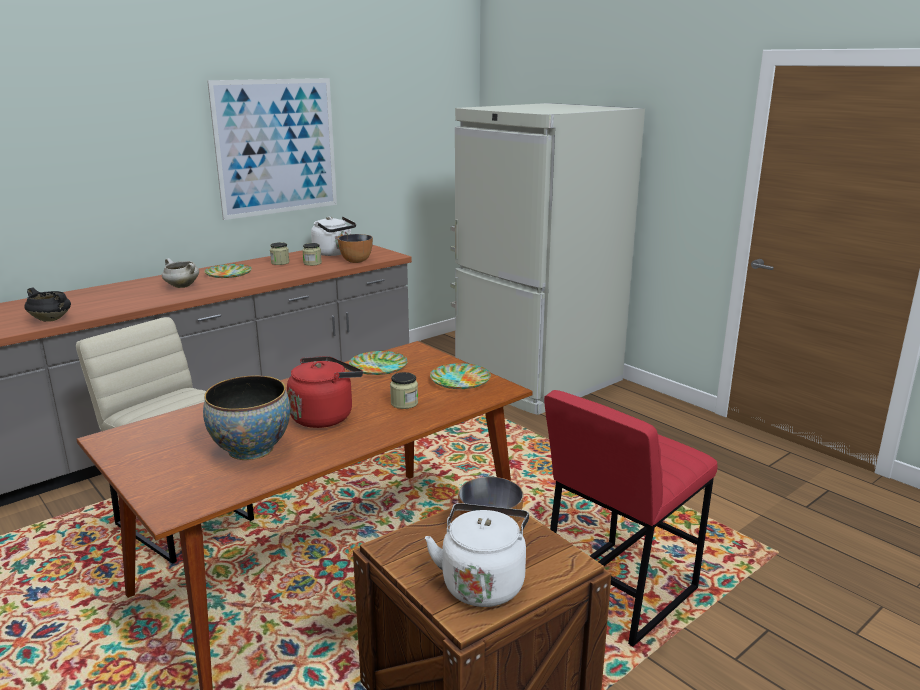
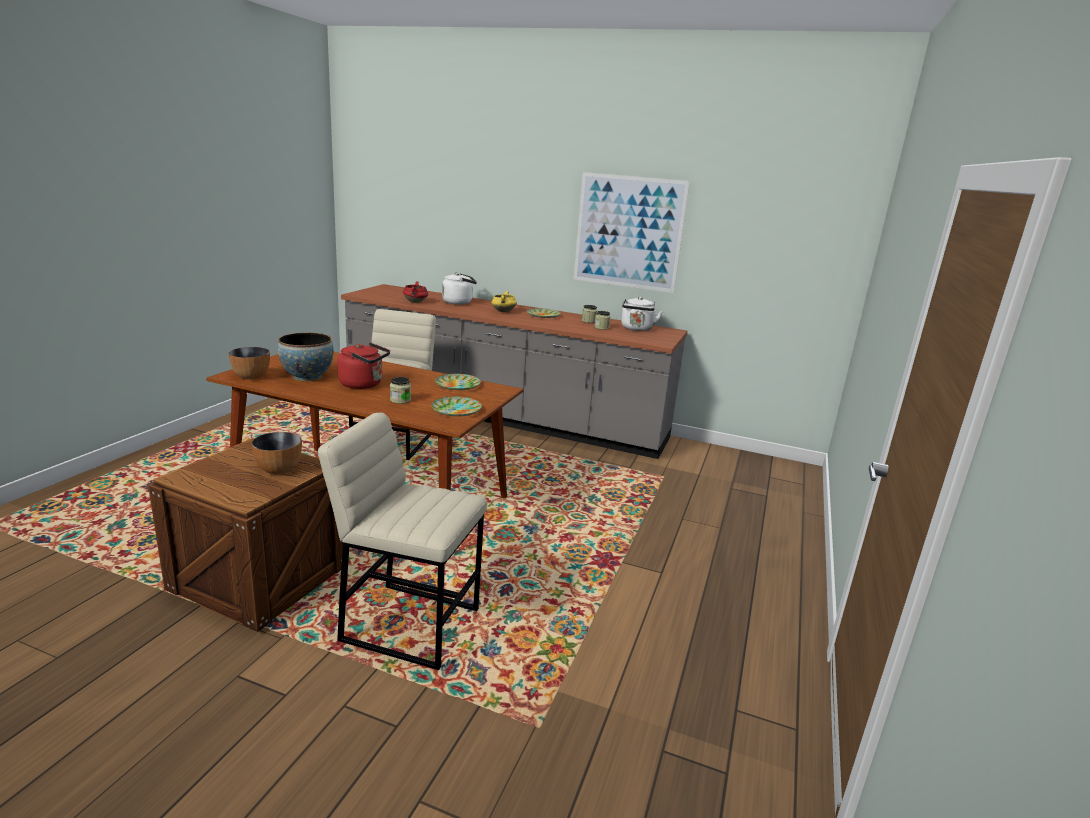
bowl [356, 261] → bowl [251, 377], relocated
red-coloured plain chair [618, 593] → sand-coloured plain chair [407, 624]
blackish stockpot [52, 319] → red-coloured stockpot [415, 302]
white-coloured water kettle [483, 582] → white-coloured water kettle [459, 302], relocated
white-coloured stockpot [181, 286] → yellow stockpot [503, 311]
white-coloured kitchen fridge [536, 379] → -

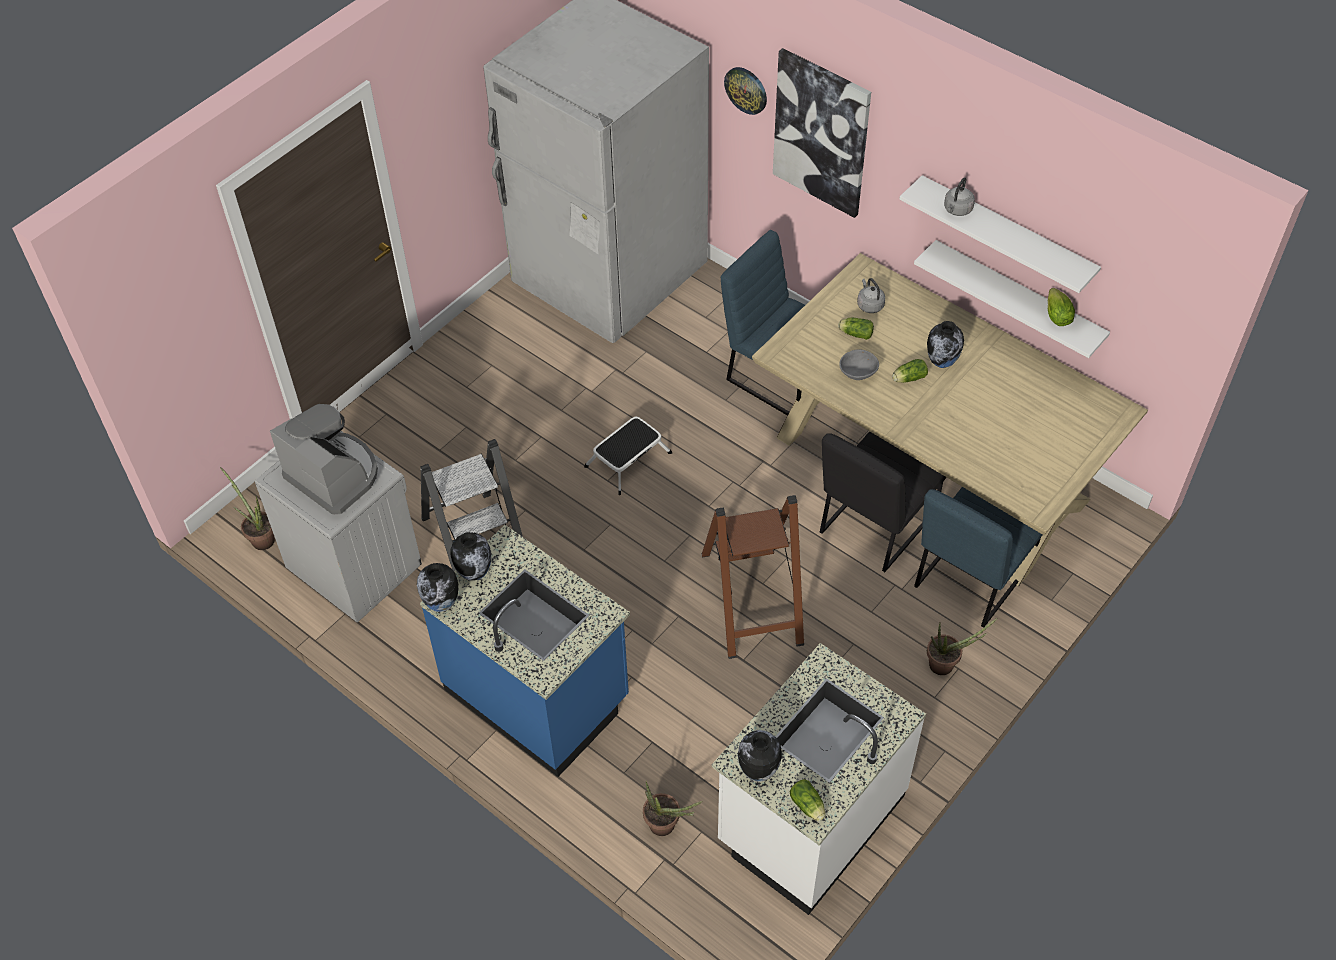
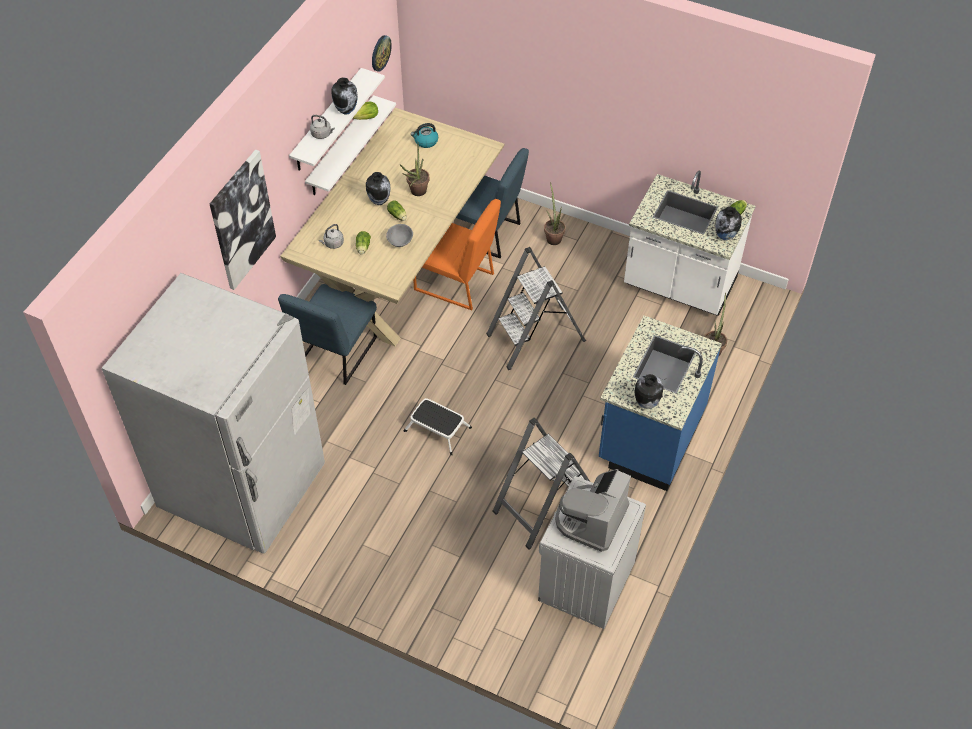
flower vase [442, 604] → flower vase [346, 110], relocated
hanging clock [746, 90] → hanging clock [380, 53], relocated
potted plant [260, 538] → potted plant [416, 193], relocated
- → water kettle [425, 141]
blackish plain chair [875, 523] → orangey plain chair [456, 283]
brown-coloured step ladder [751, 600] → gray step ladder [537, 336]

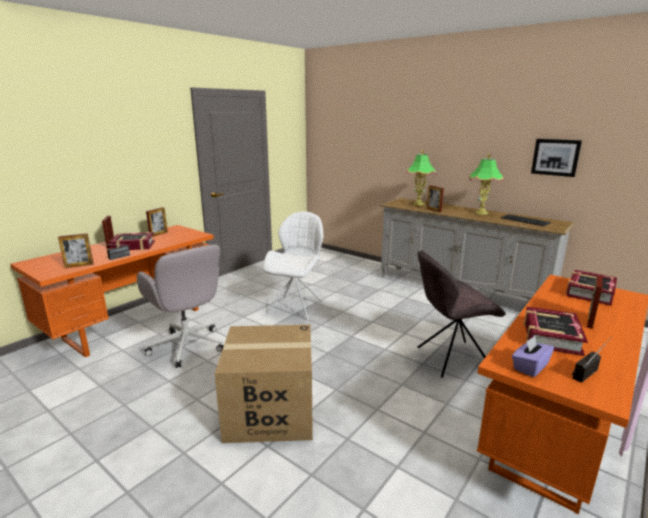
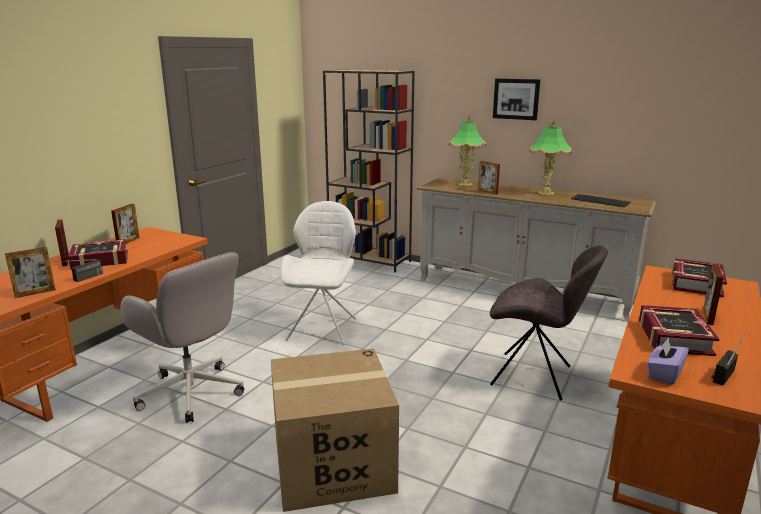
- → shelving unit [370, 260]
gray plain chair [451, 359] → gray plain chair [535, 377], 135 degrees counterclockwise
wall art [555, 157] → wall art [516, 99], relocated

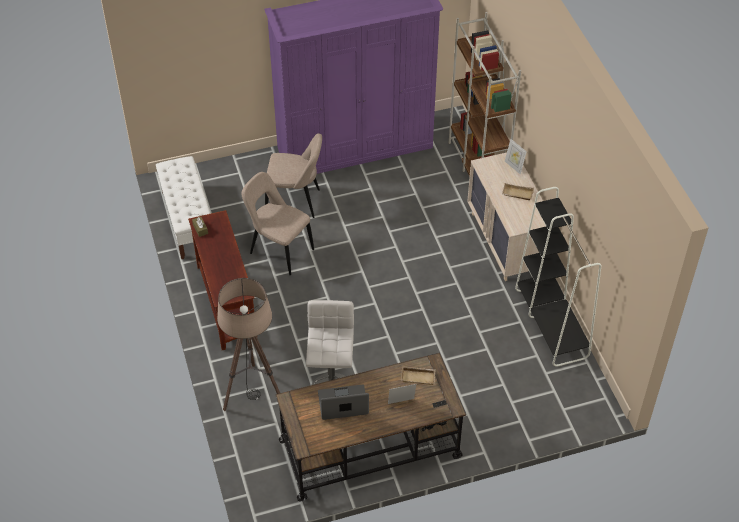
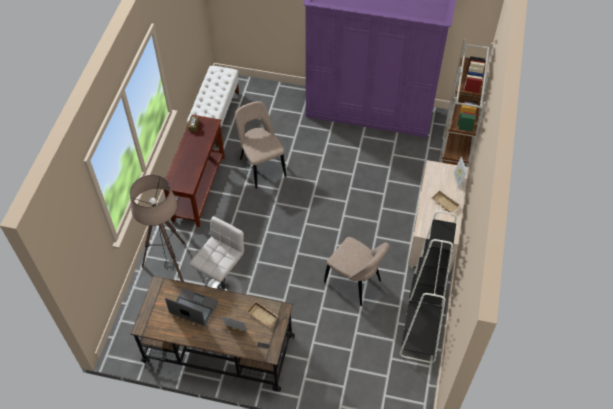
sand-coloured plain chair [295, 202] → sand-coloured plain chair [355, 283], relocated

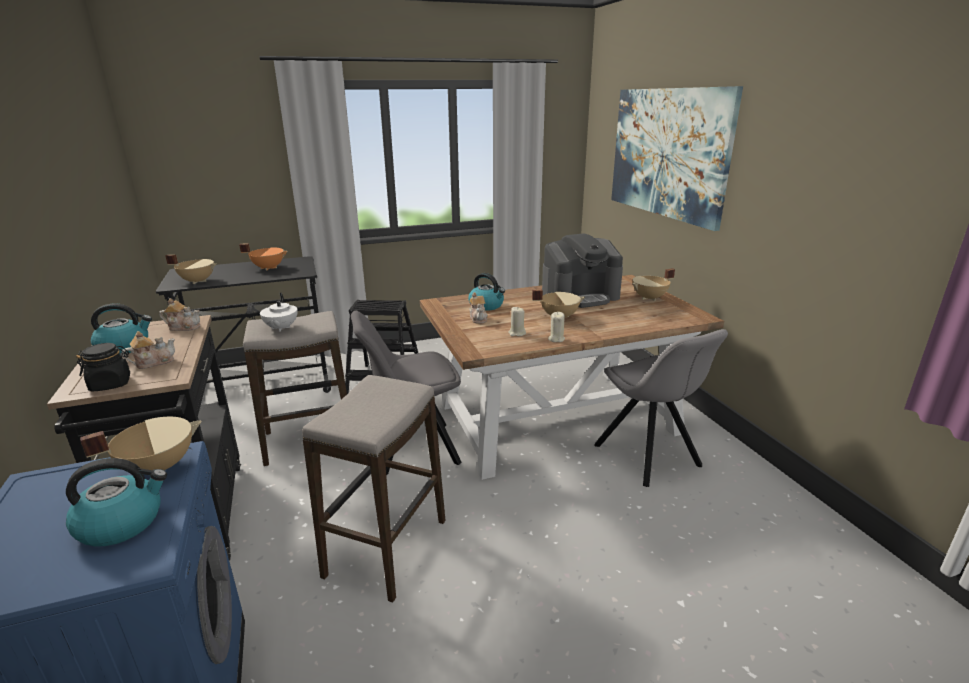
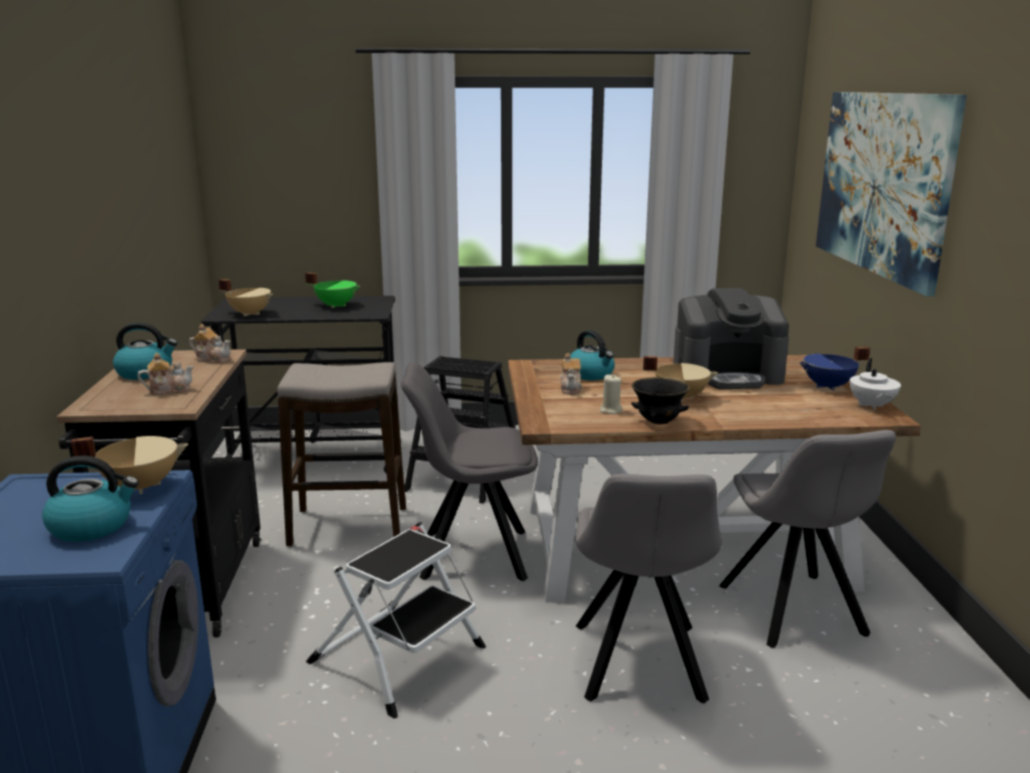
orangey stockpot [268, 268] → greenish stockpot [336, 305]
sitting stool [386, 548] → step ladder [397, 657]
- → gray plain chair [639, 662]
sand-coloured candle [556, 339] → blackish bowl [659, 422]
sand-coloured stockpot [650, 298] → blue-coloured stockpot [828, 386]
white-coloured tea pot [281, 328] → white-coloured tea pot [871, 406], relocated
blackish preserve jar [111, 384] → -

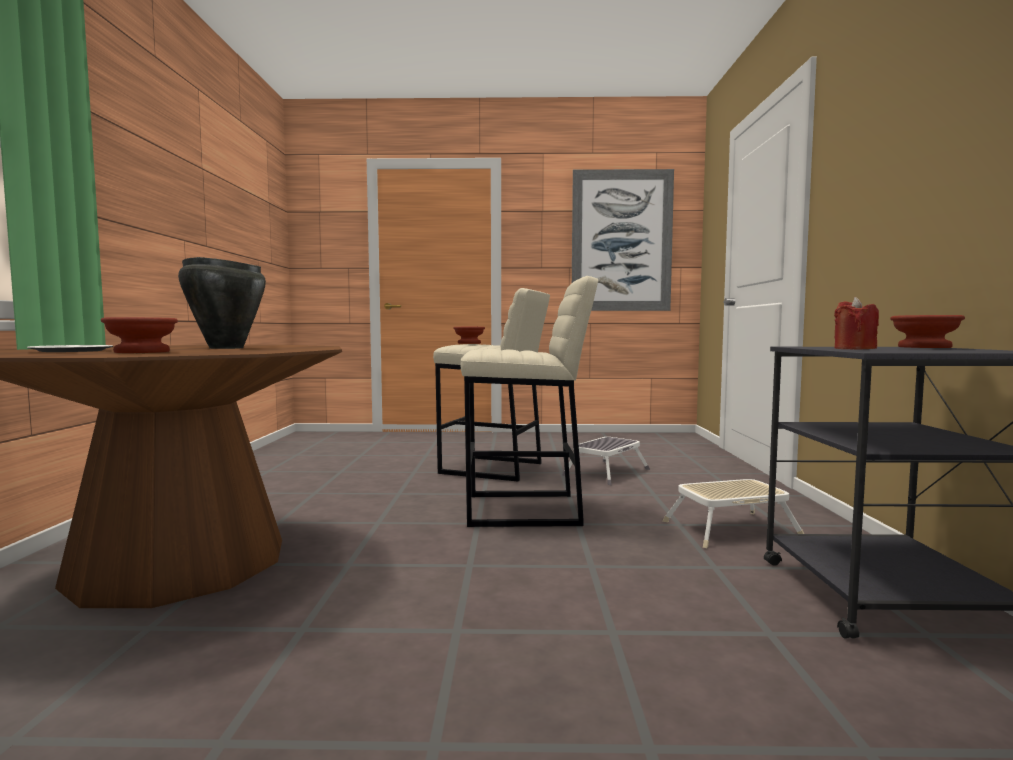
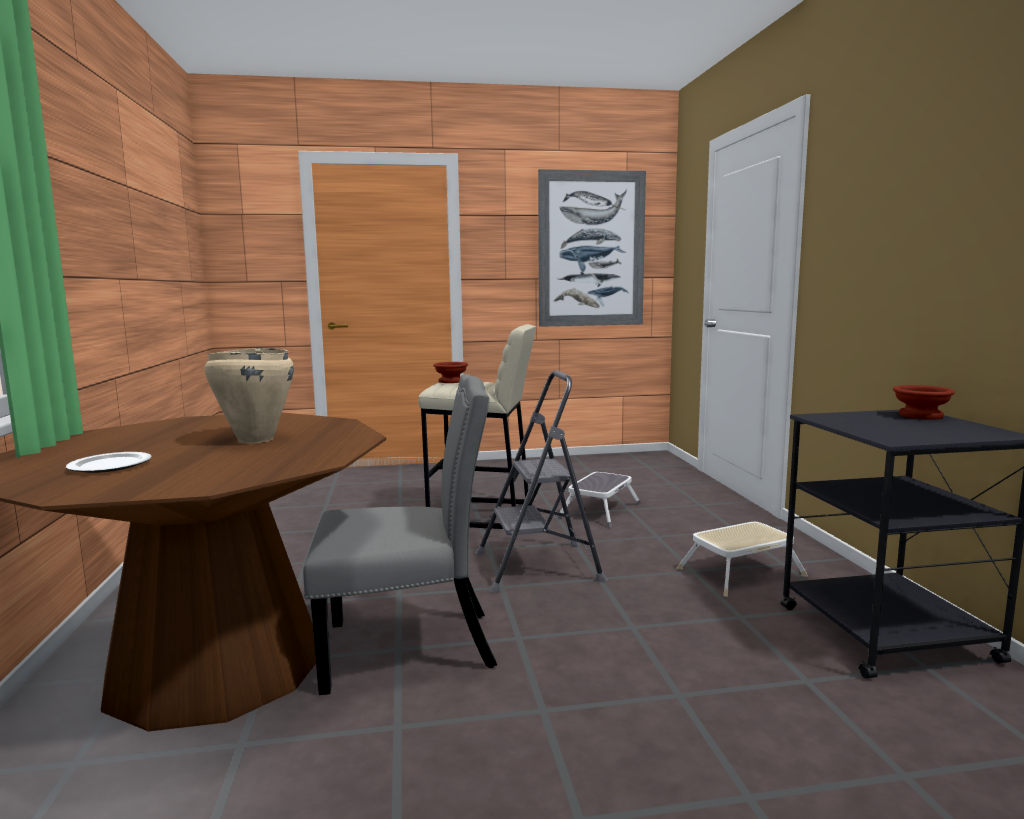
blackish stockpot [225, 348] → sand-coloured stockpot [255, 440]
- → gray plain chair [405, 648]
sand-coloured sitting stool [526, 509] → gray step ladder [542, 565]
brown-coloured bowl [141, 352] → -
red-coloured candle [854, 349] → -

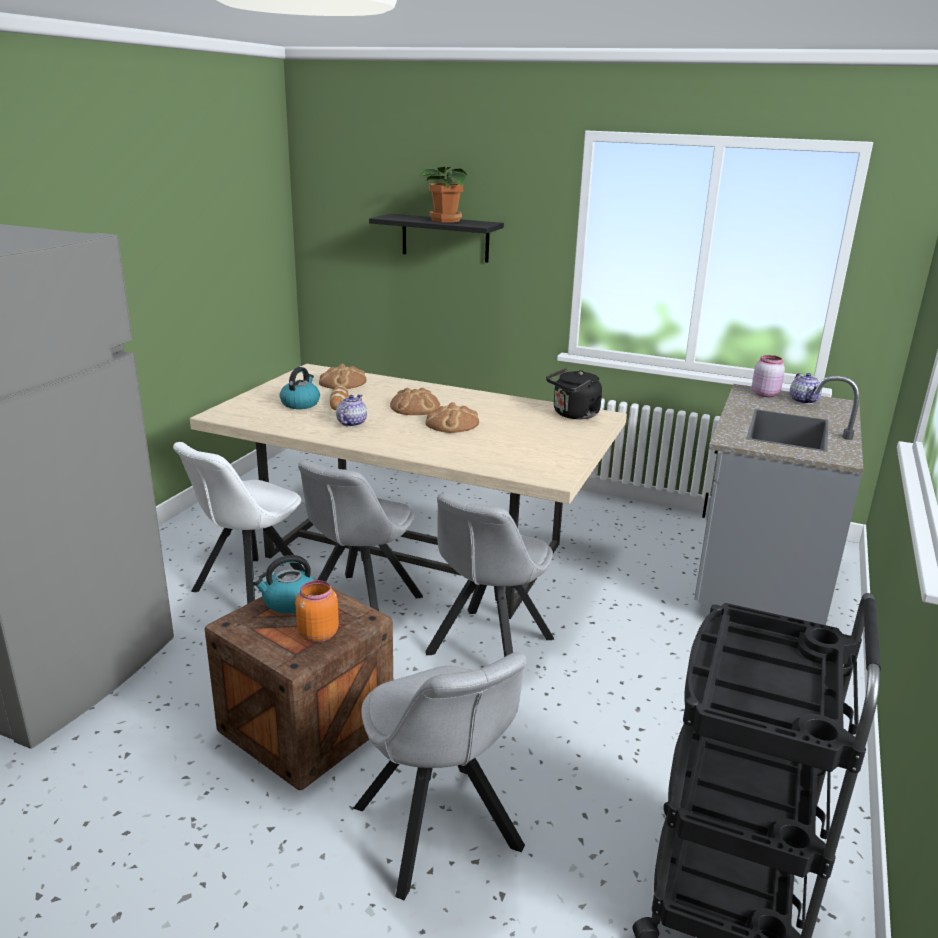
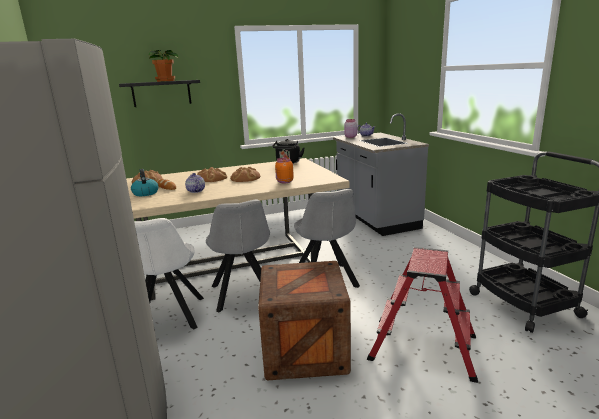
orangey preserve jar [317, 634] → orangey preserve jar [284, 182], relocated
gray plain chair [439, 831] → red-coloured step ladder [423, 347]
water kettle [289, 602] → -

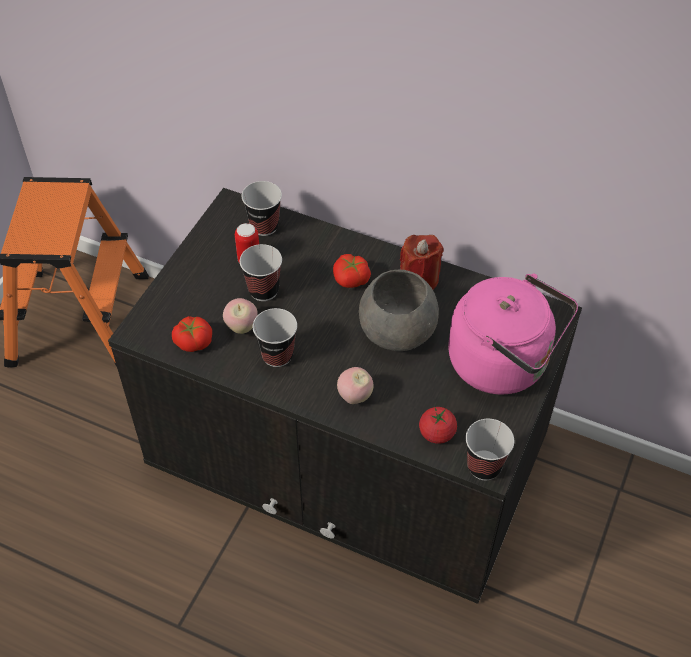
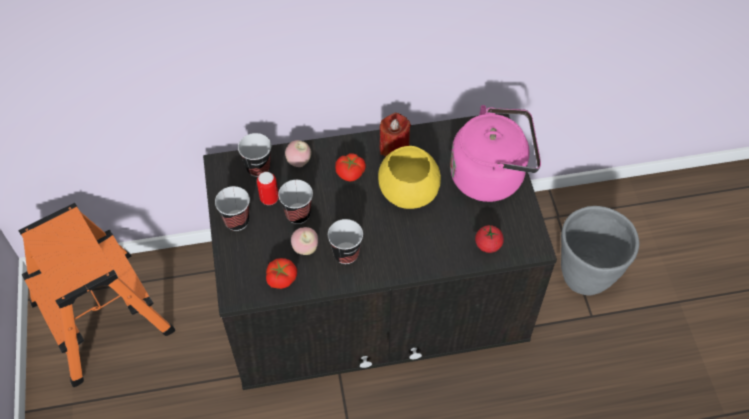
drinking cup [484, 466] → drinking cup [237, 221], relocated
apple [355, 396] → apple [299, 162], relocated
gray bowl [397, 331] → yellow bowl [409, 192]
- → gray flower pot [585, 276]

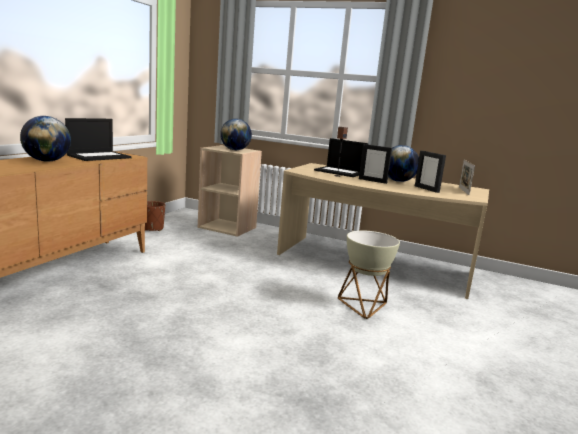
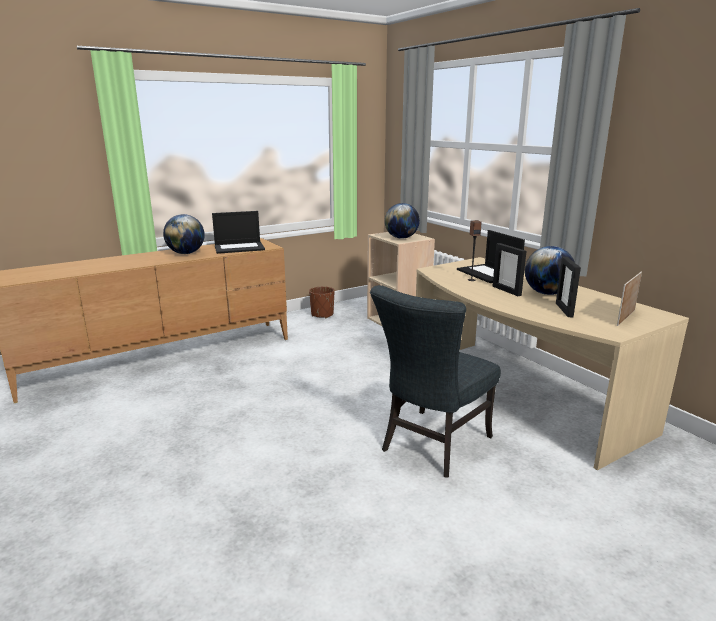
flower pot [362, 307] → gray plain chair [431, 445]

